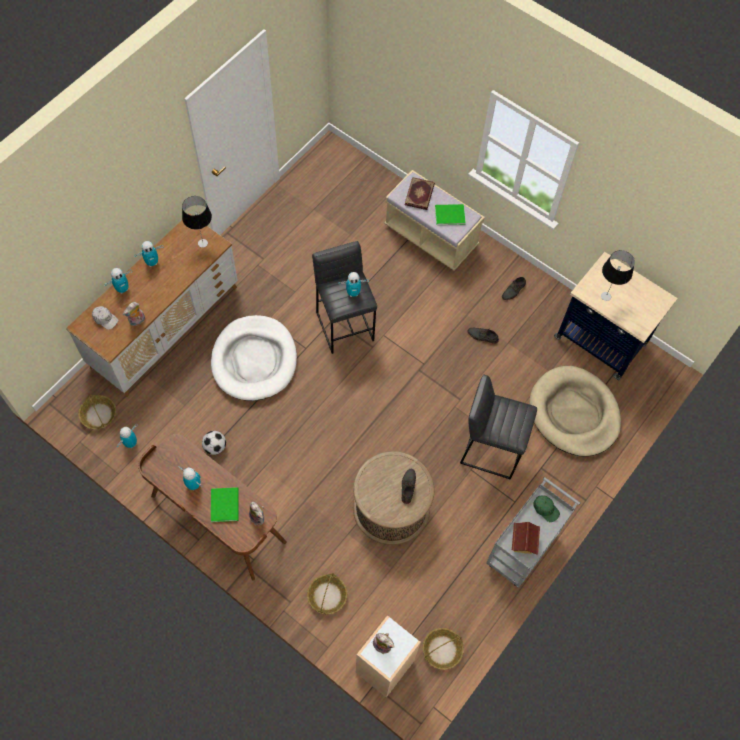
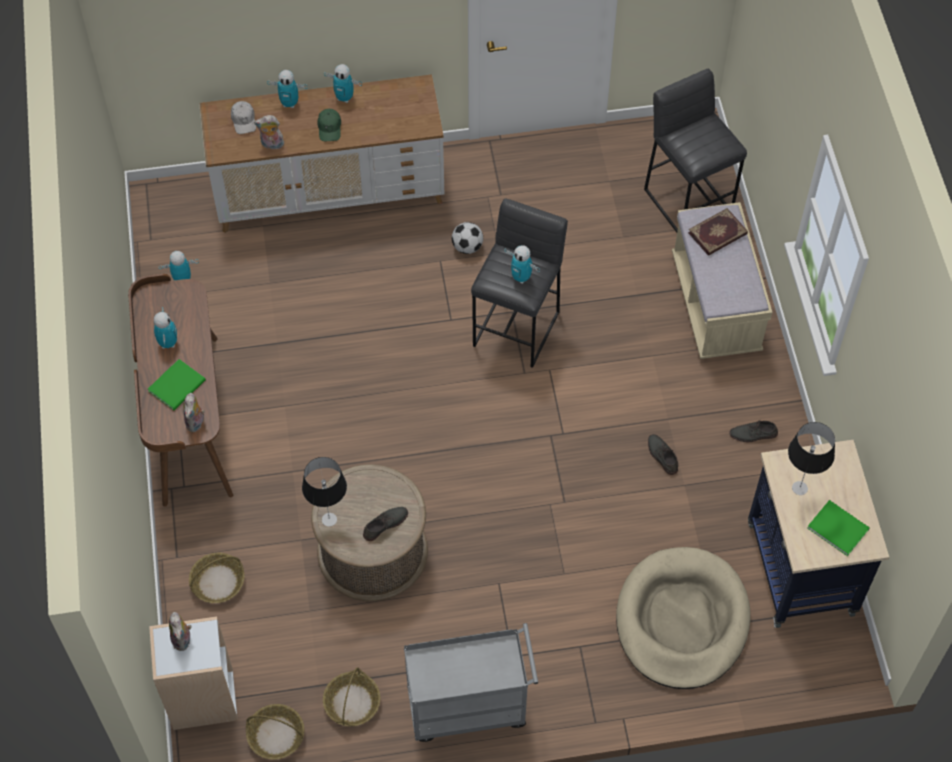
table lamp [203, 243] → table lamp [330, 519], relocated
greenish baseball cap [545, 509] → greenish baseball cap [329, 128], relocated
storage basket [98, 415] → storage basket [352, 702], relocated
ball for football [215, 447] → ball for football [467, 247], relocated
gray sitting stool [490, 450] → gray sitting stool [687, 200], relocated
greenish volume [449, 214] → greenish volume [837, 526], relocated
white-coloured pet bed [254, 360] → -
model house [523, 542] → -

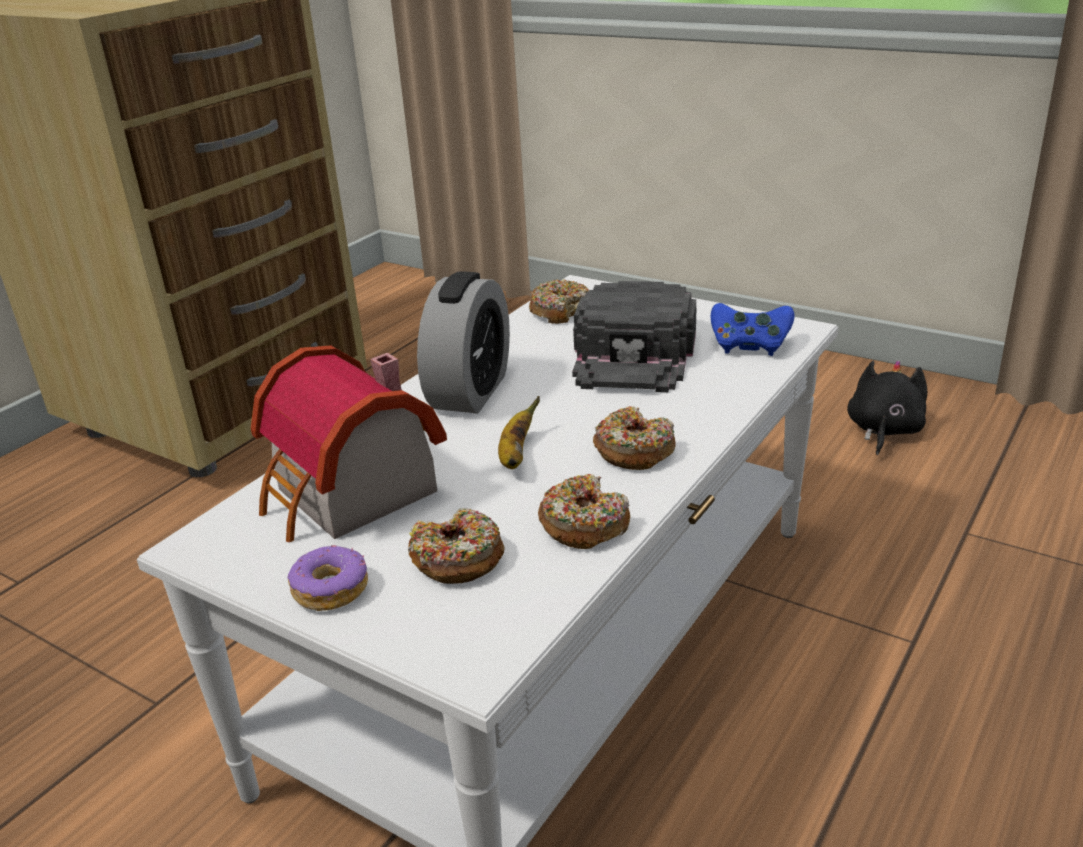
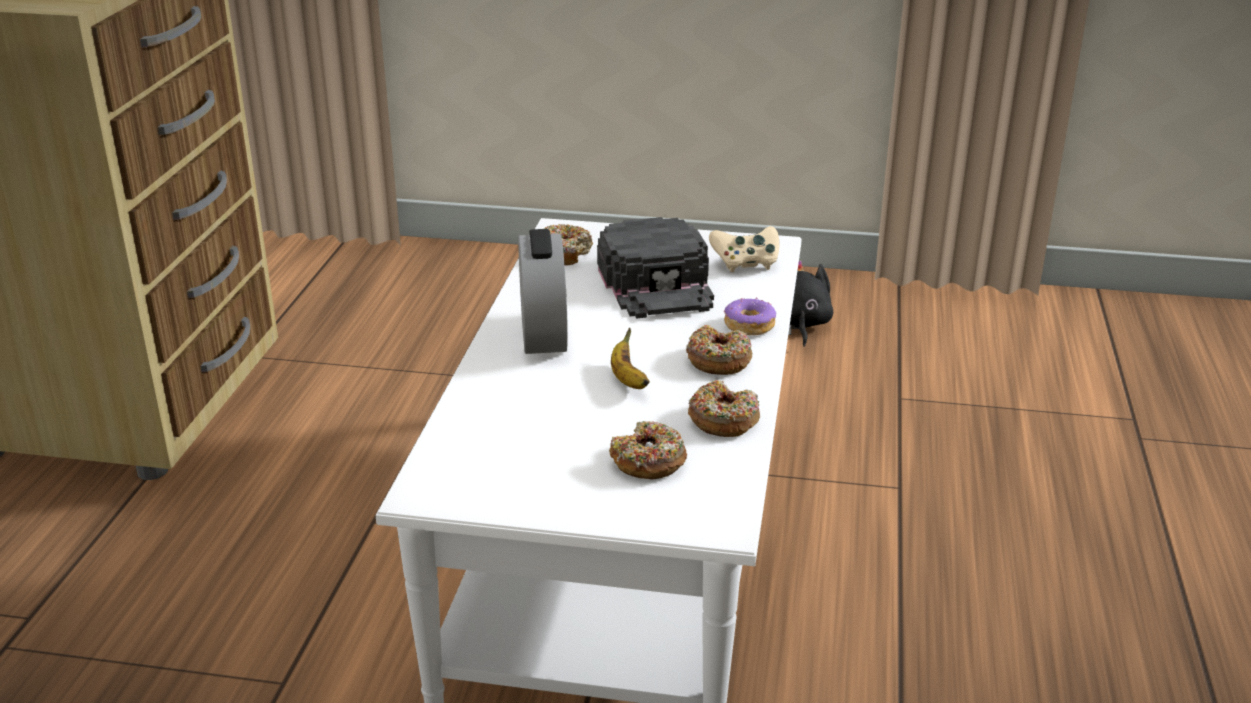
blue-coloured game controller [749, 346] → sand-coloured game controller [745, 264]
doughnut [330, 589] → doughnut [749, 325], relocated
model house [350, 496] → -

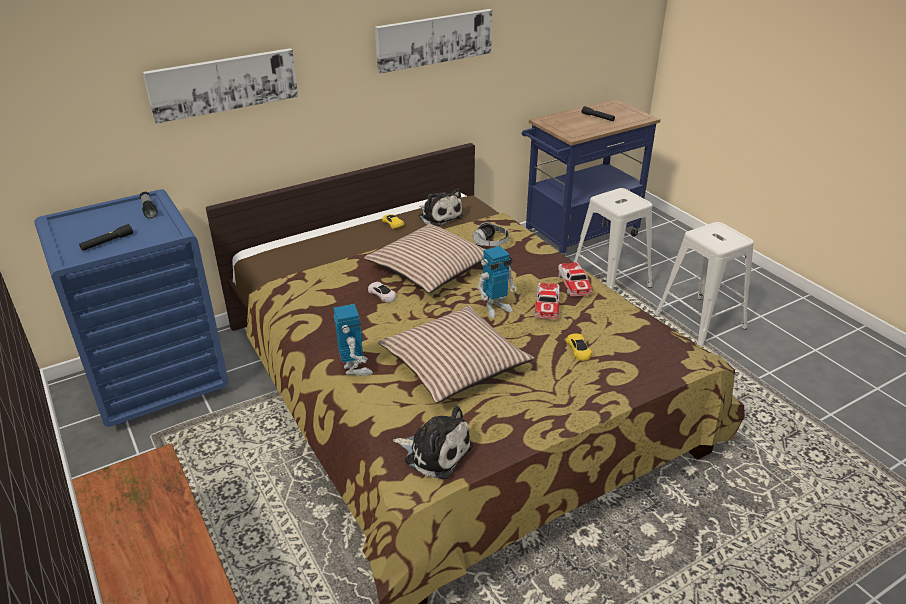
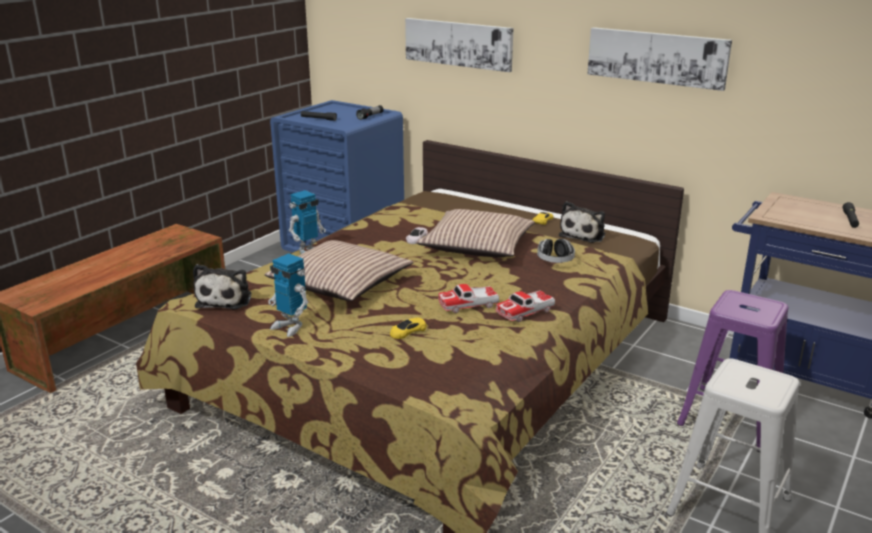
robot figure [496, 308] → robot figure [290, 327], relocated
white-coloured sitting stool [609, 282] → purple-coloured sitting stool [729, 418]

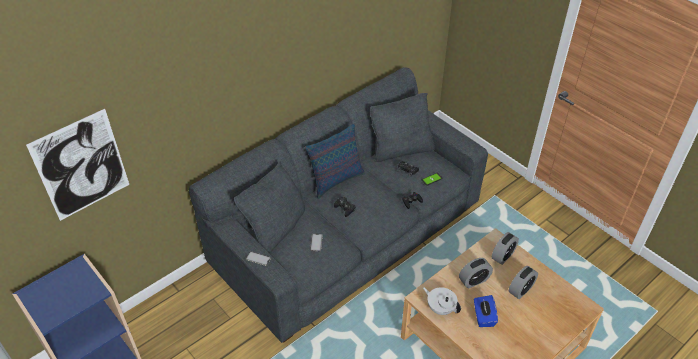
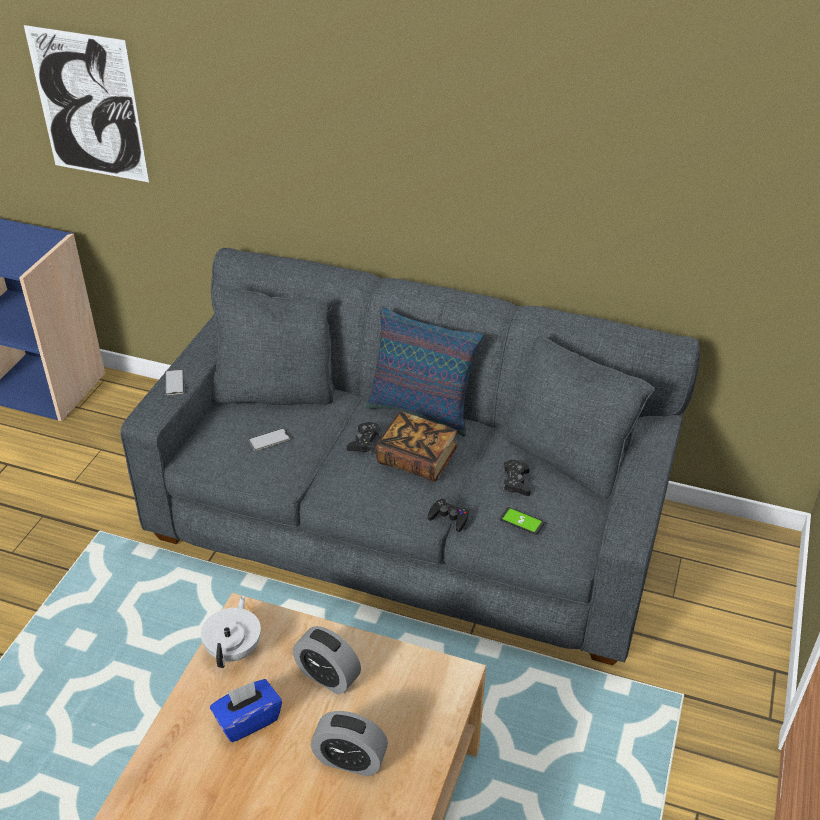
- → volume [417, 459]
bedside clock [503, 256] → -

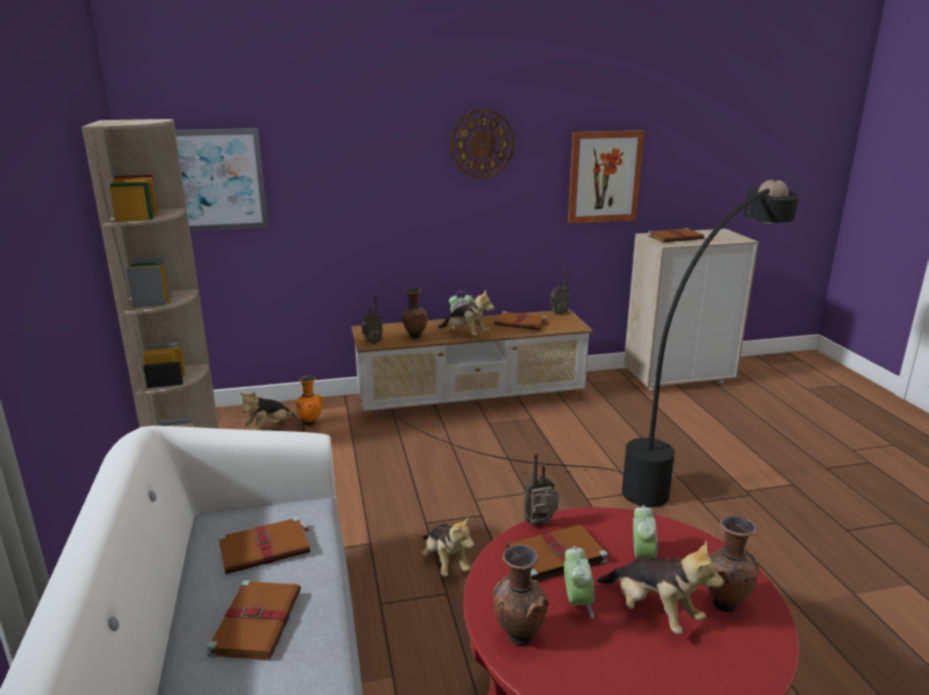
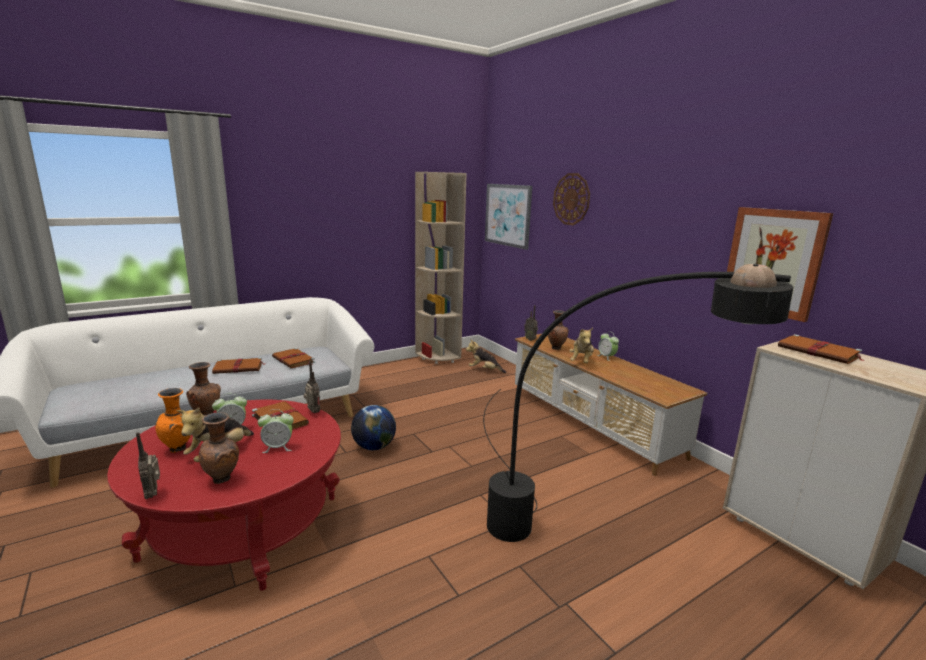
radio set [558, 313] → radio set [154, 494], relocated
orangey flower vase [311, 423] → orangey flower vase [179, 449], relocated
plush toy [445, 563] → world globe [374, 447]
hanging clock [482, 144] → hanging clock [571, 199], relocated
brown-coloured volume [521, 323] → -

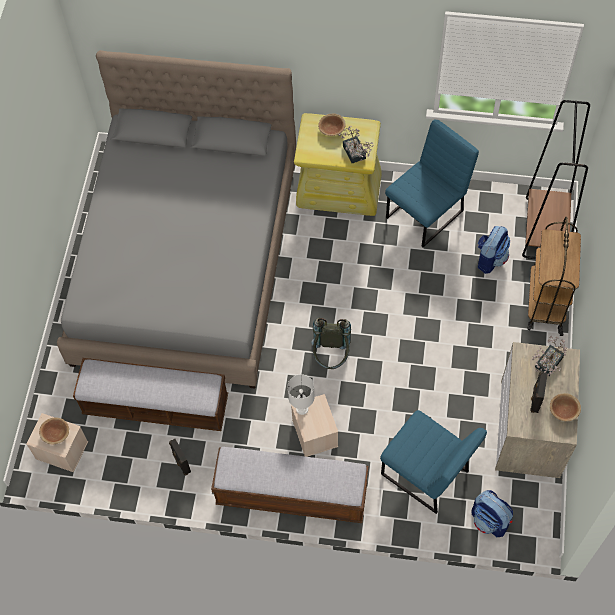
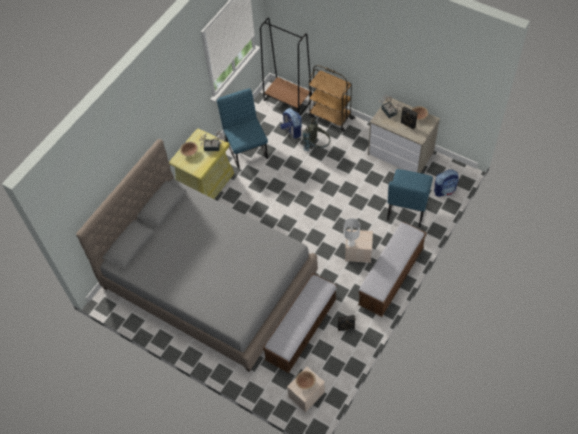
gray backpack [331, 357] → gray backpack [317, 146], relocated
blue-coloured plain chair [426, 474] → blue-coloured plain chair [406, 208], 135 degrees clockwise

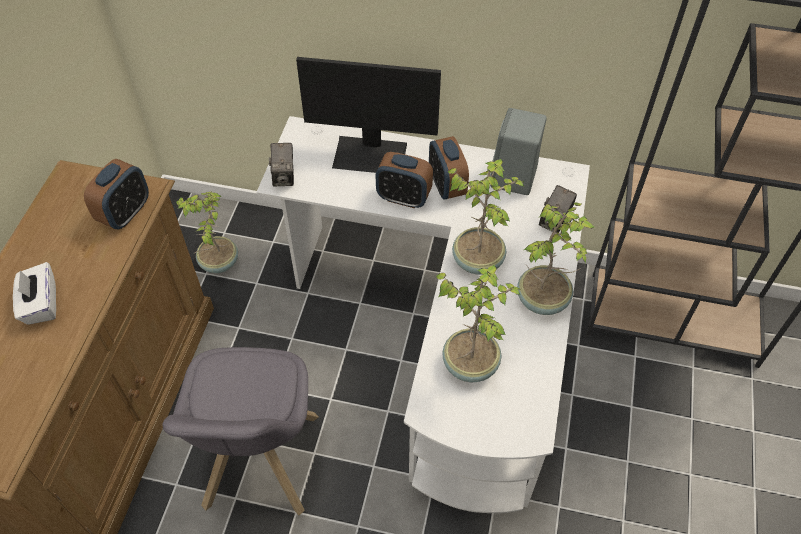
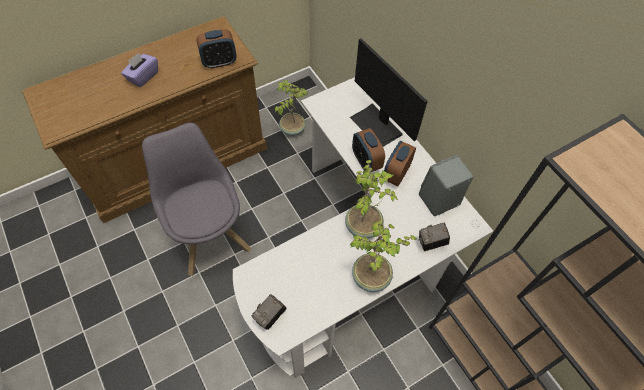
white-coloured box of tissues [41, 304] → purple-coloured box of tissues [143, 76]
gray plain chair [260, 461] → gray plain chair [210, 235], 105 degrees clockwise
still camera [284, 176] → still camera [270, 316], relocated
potted plant [471, 363] → -

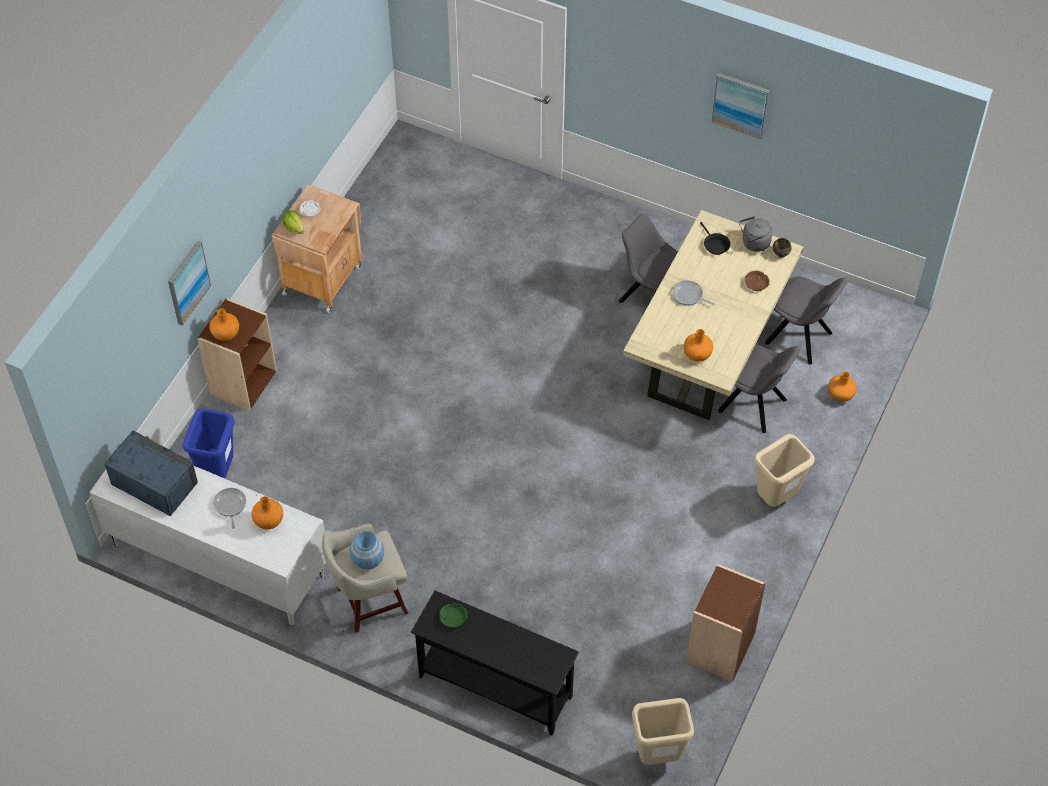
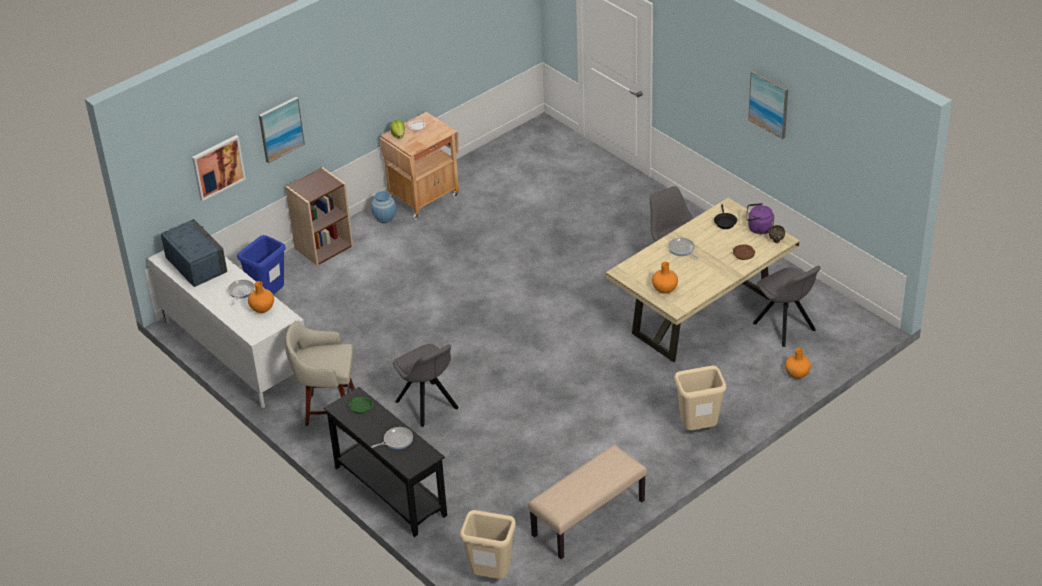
- → wall art [218, 167]
blue-coloured flower vase [368, 560] → blue-coloured flower vase [385, 218], relocated
- → frying pan [396, 440]
gray plain chair [753, 405] → gray plain chair [427, 405], relocated
brown-coloured shelving unit [721, 648] → sand-coloured long seat [588, 519]
gray water kettle [754, 243] → purple-coloured water kettle [758, 228]
orangey flower vase [225, 334] → -

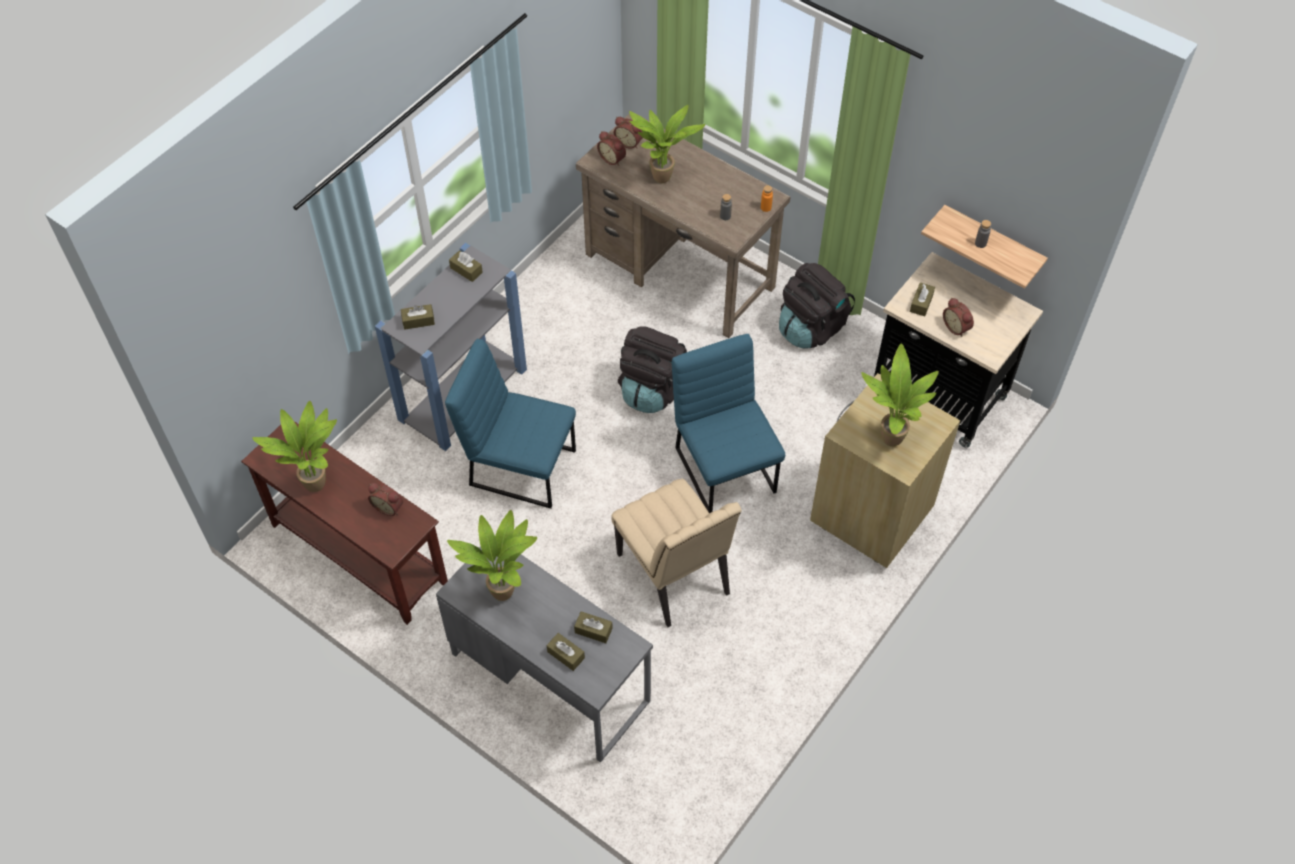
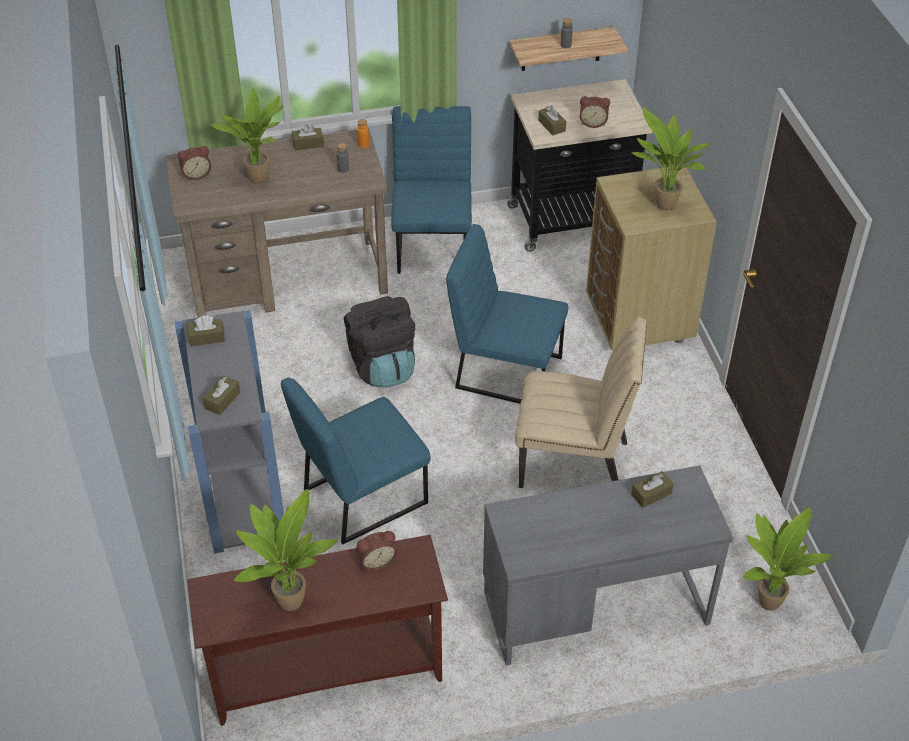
brown-coloured box of tissues [566, 655] → brown-coloured box of tissues [308, 144], relocated
blackish backpack [811, 327] → blue-coloured plain chair [433, 244]
potted plant [504, 590] → potted plant [766, 600], relocated
bedside clock [613, 158] → -

